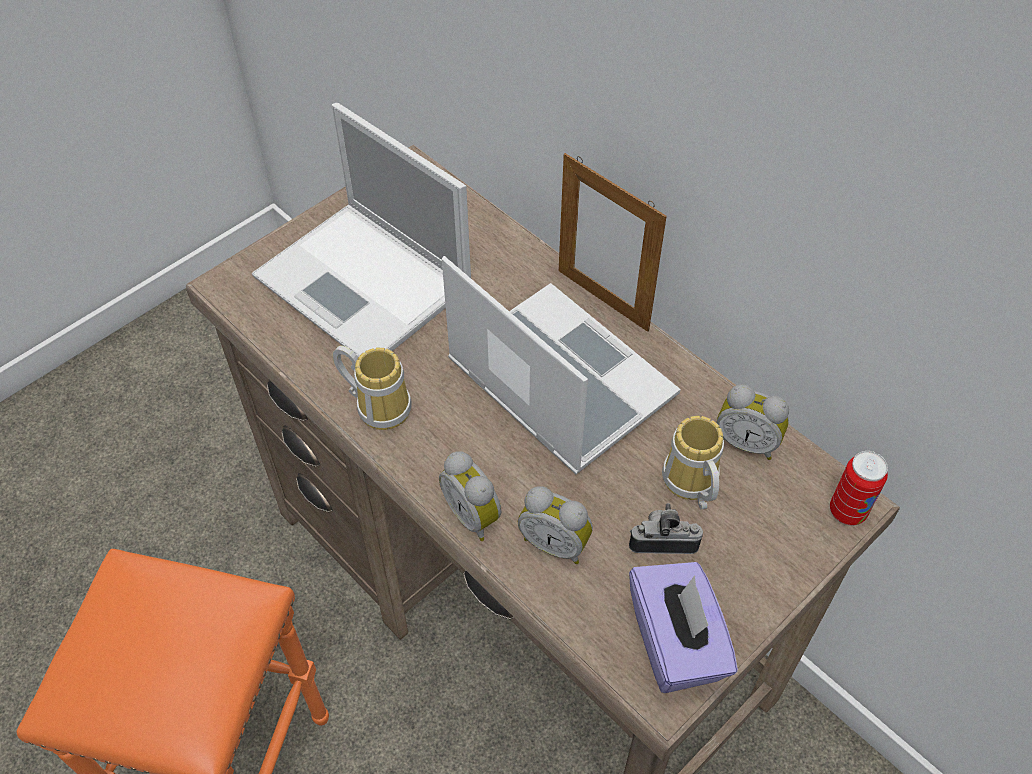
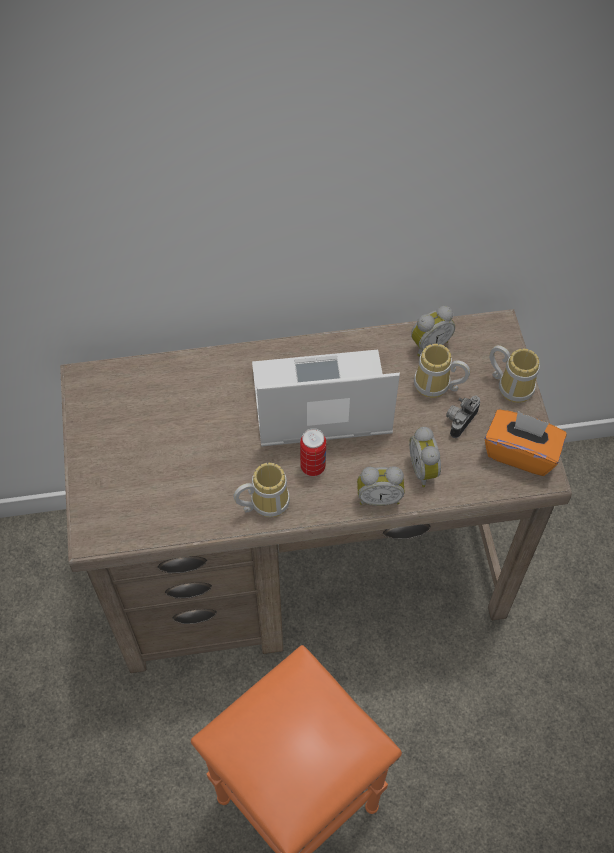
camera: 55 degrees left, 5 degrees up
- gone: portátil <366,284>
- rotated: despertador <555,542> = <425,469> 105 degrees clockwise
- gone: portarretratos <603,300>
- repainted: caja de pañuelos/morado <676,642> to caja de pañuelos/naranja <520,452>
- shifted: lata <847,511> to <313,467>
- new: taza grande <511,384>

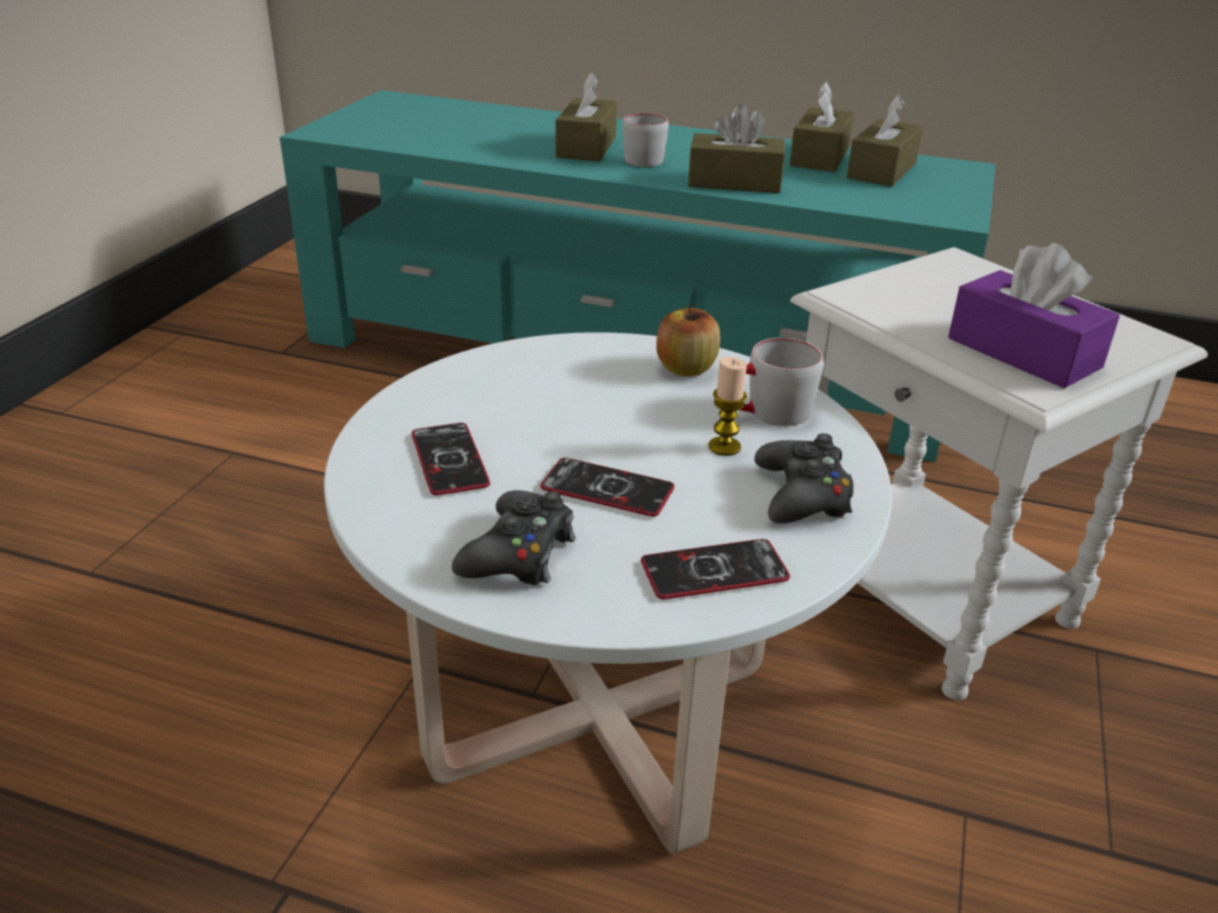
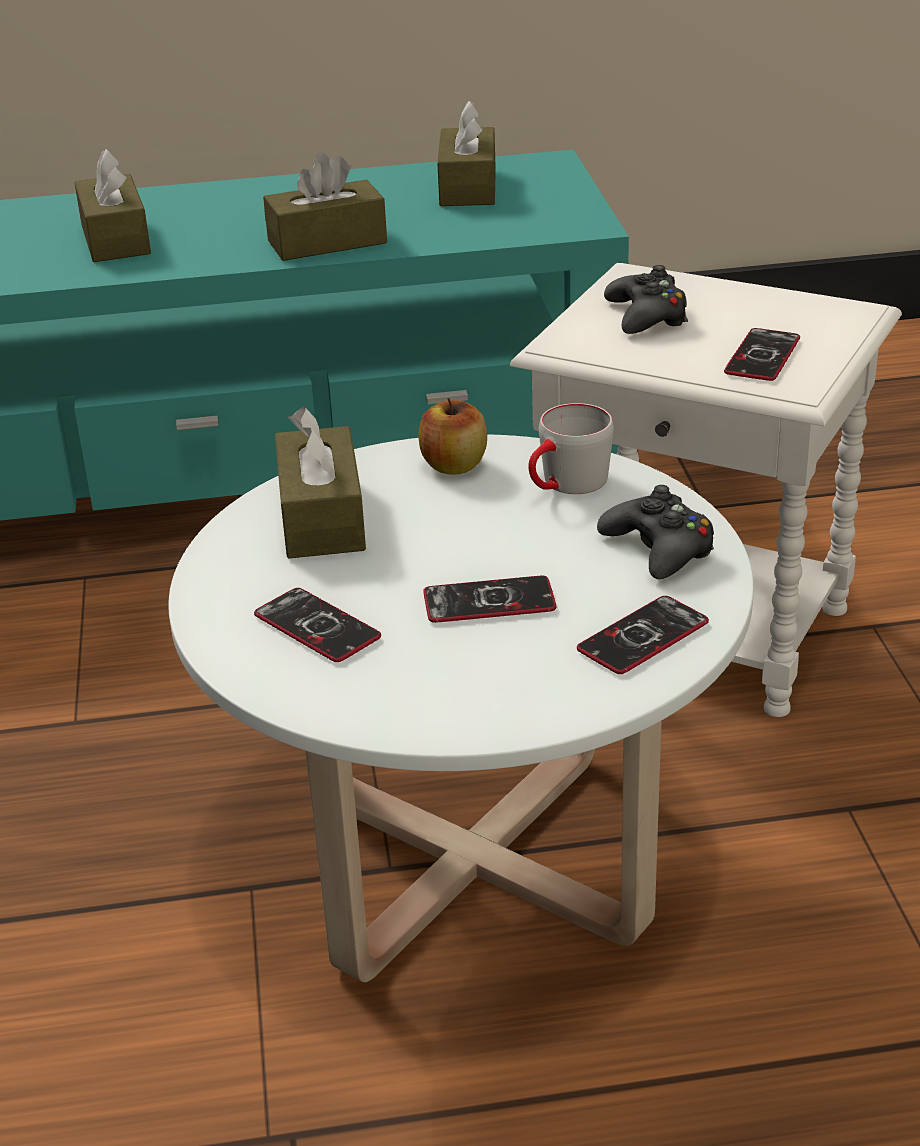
camera: 25 degrees left, 0 degrees up
- shifted: mando de consola/negro <519,553> to <646,316>
- gone: taza grande/gris <642,157>
- gone: vela <724,447>
- shifted: caja de pañuelos/marrón <819,157> to <322,517>
- swapped: caja de pañuelos/morado <1023,353> to móvil <762,356>

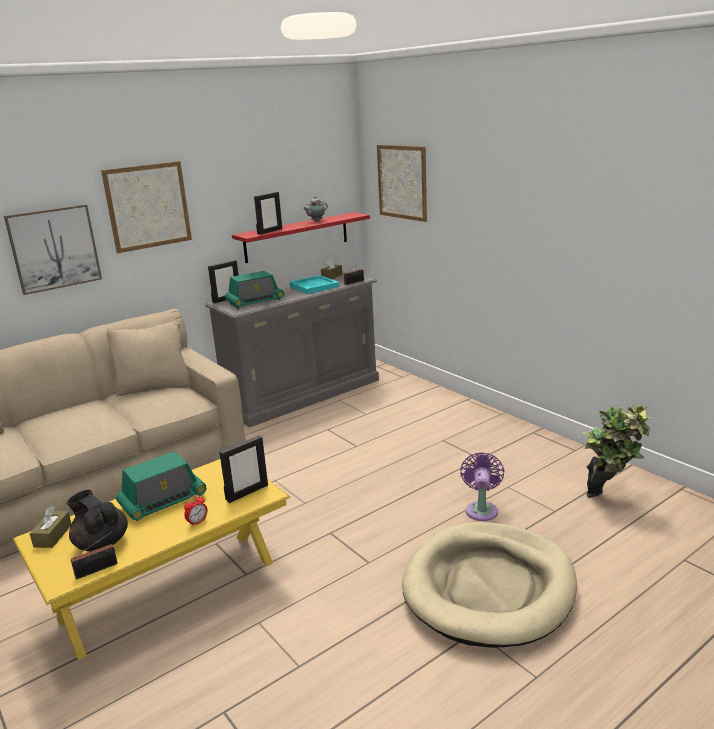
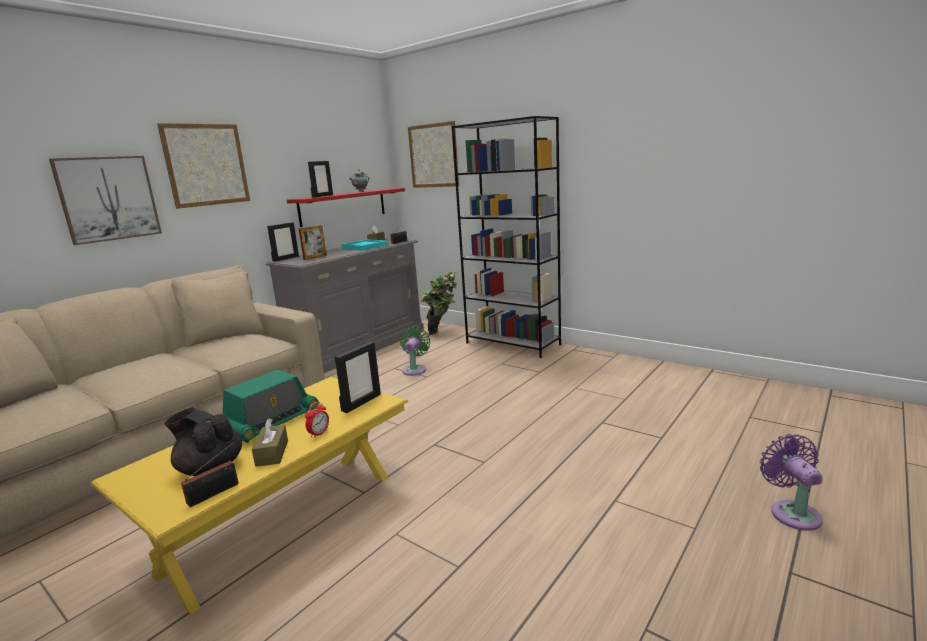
camera: 15 degrees left, 5 degrees down
- shifted: caja de pañuelos/marrón <53,536> to <272,453>
- swapped: radio <255,301> to portarretratos <315,257>
- gone: cama para perro/beis <489,587>
- shifted: ventilador/morado <481,509> to <792,512>
- shifted: planta en maceta <610,496> to <443,333>
- new: ventilador/verde <415,369>
- new: estantería/gris <513,344>

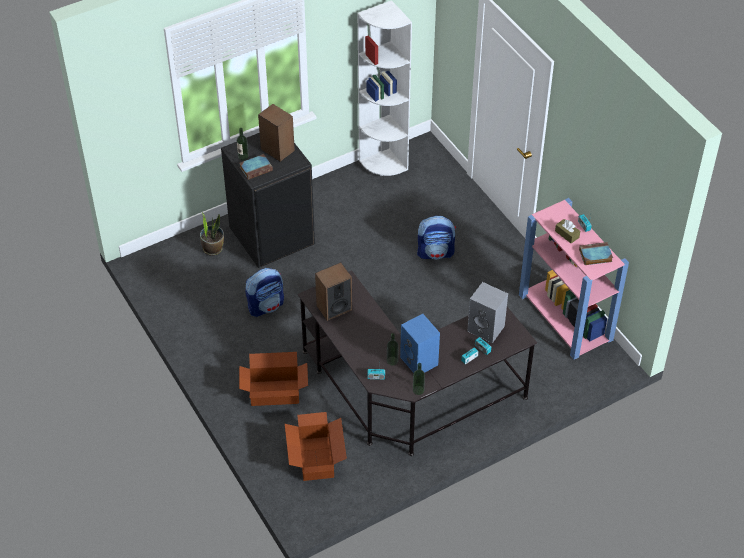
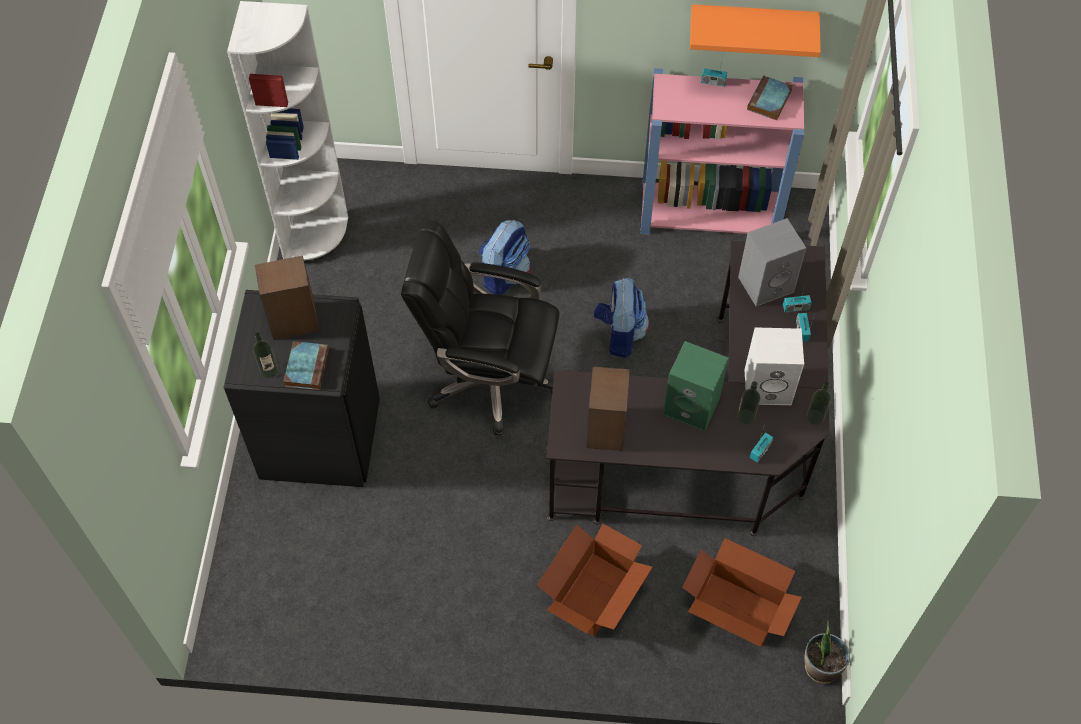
camera: 55 degrees left, 10 degrees up
- shifted: planta en maceta <213,248> to <821,666>
- shifted: mochila <266,305> to <619,334>
- repainted: altavoz/azul <420,361> to altavoz/blanco <769,386>
- gone: caja de pañuelos/marrón <567,234>
- new: silla de oficina/negro <490,380>
- new: altavoz/verde <693,406>
- new: estante/naranja <752,24>

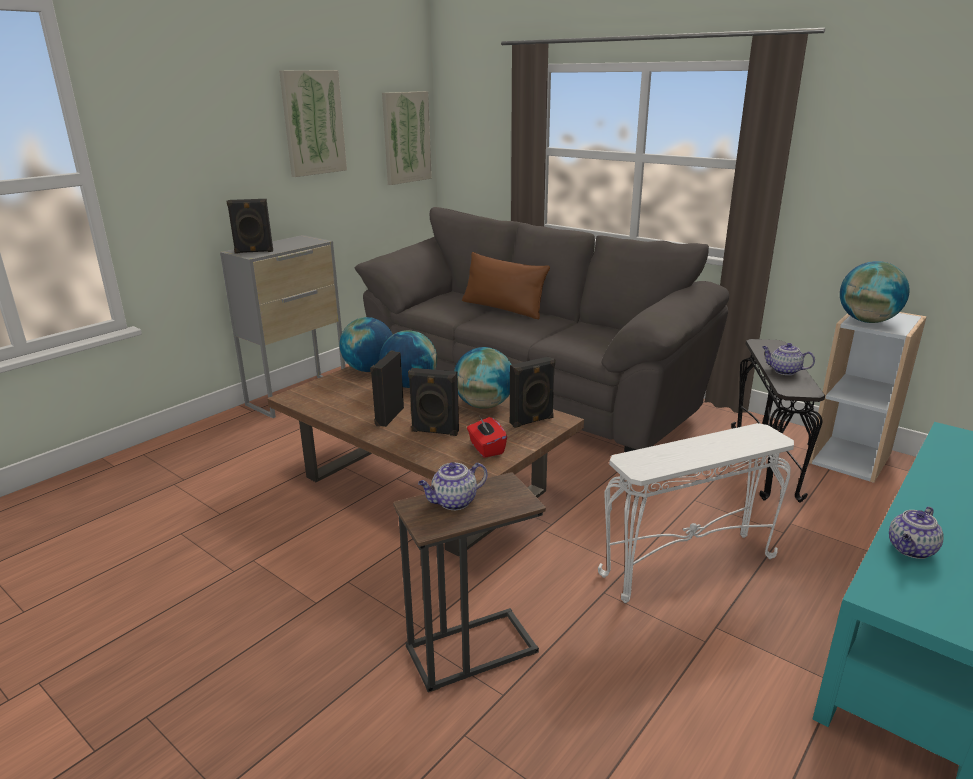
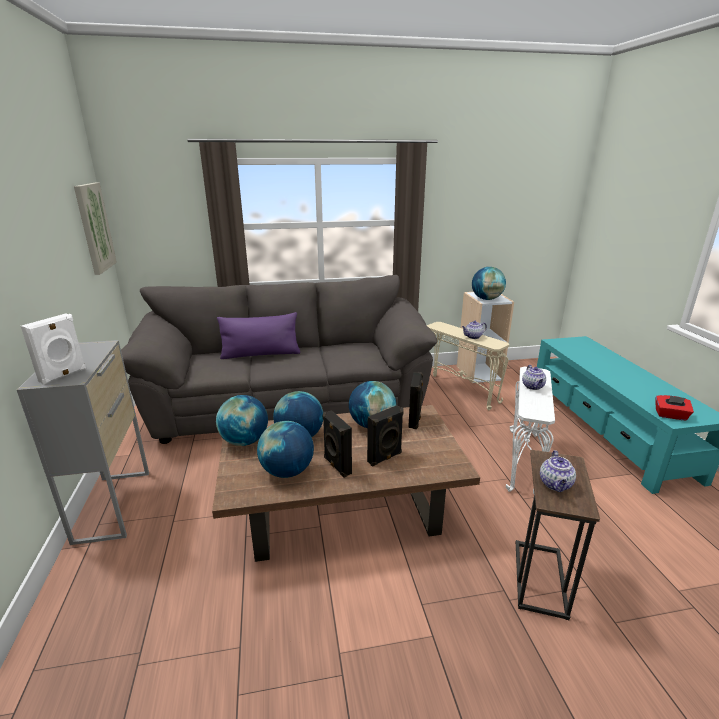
camera: 50 degrees left, 0 degrees up
- repainted: altavoz/negro <254,252> to altavoz/blanco <63,375>
- gone: cuadro <313,123>
- repainted: cojín/marrón <503,308> to cojín/morado <261,354>
- shifted: caja de pañuelos/rojo <486,448> to <670,415>
- repainted: mesa auxiliar/negro <764,463> to mesa auxiliar/beis <459,392>
- shifted: tetera <911,550> to <533,387>
- new: globo terráqueo <287,471>

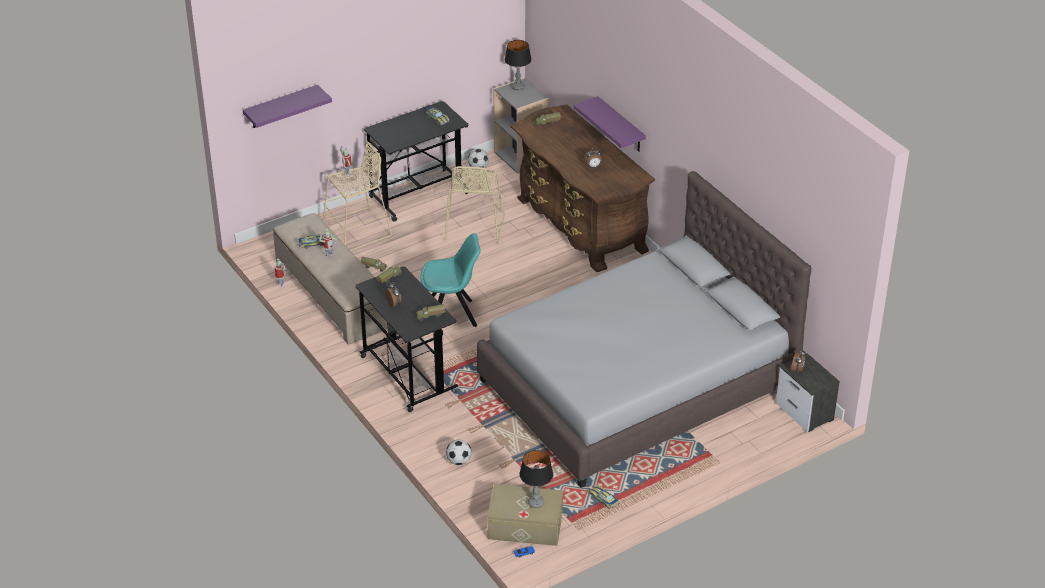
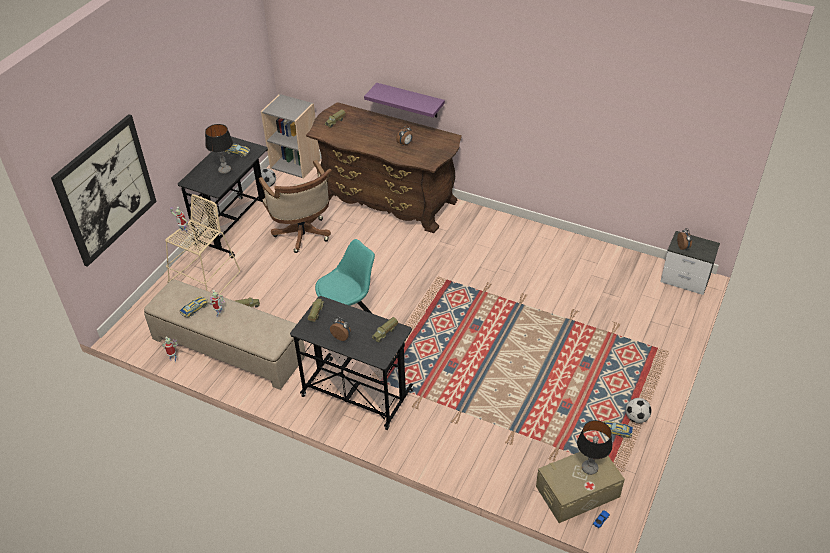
camera: 30 degrees left, 5 degrees up
- swapped: estante/morado <281,107> to cuadro <106,190>
- swapped: taburete/beis <473,226> to silla de oficina <303,235>
- shifted: balón de fútbol <459,461> to <636,418>
- gone: cama/gris <638,384>
- shifted: lámpara de mesa <518,87> to <224,170>

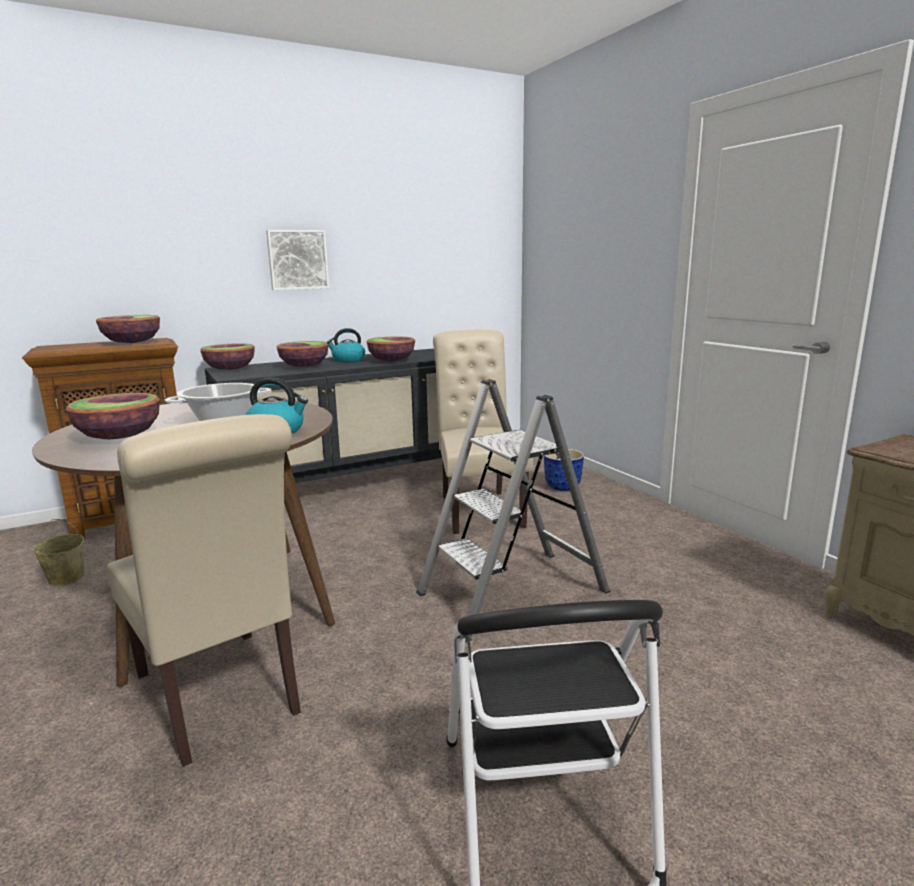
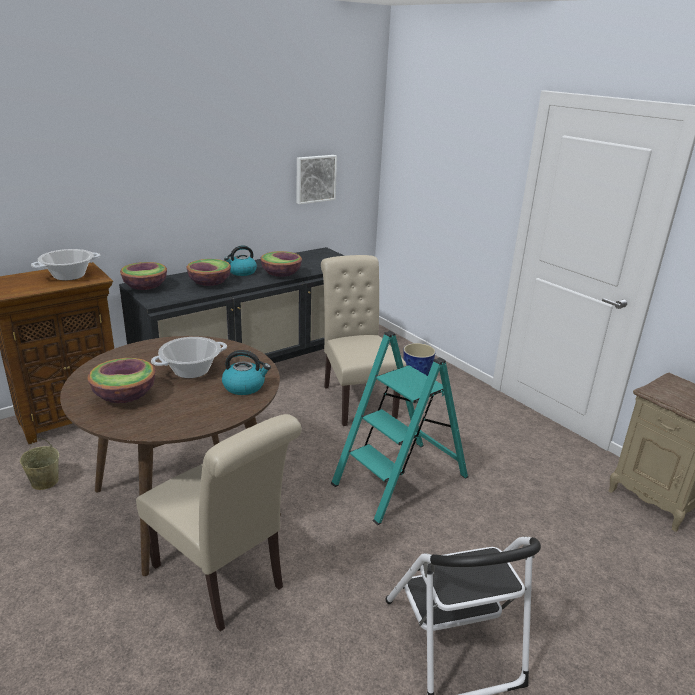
camera: 10 degrees left, 10 degrees up
- swapped: cuenco <132,343> to olla <69,276>
- shifted: cuadro <297,260> to <315,178>
- repainted: escalera de tijera/gris <515,591> to escalera de tijera/turquesa <402,479>

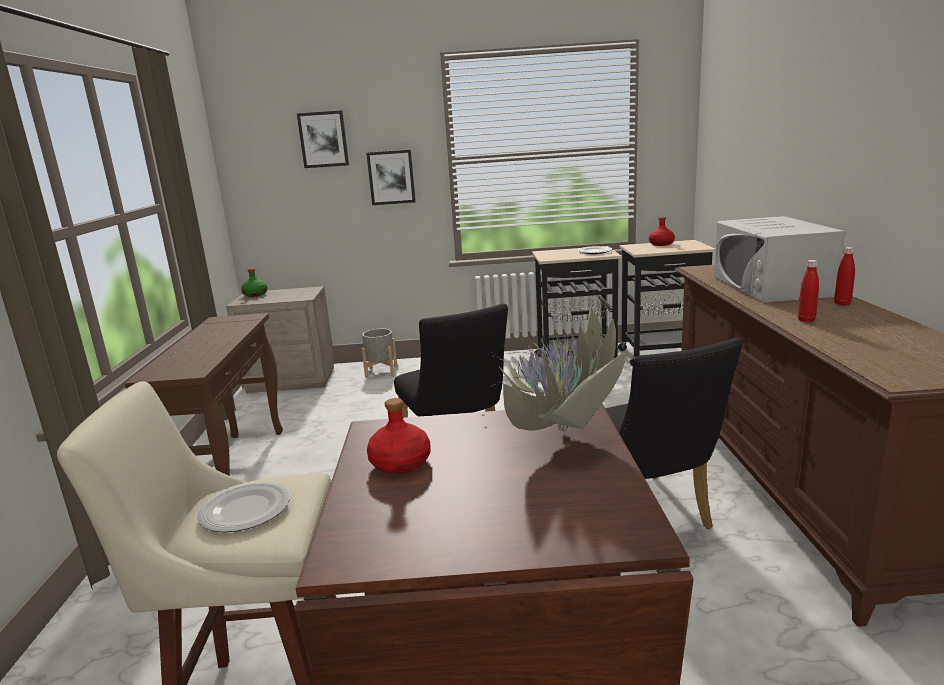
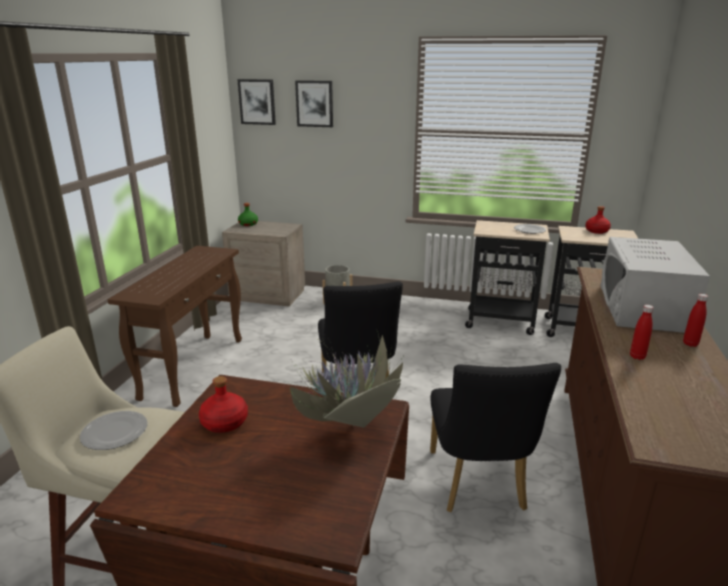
camera: 15 degrees right, 5 degrees up
- shifted: cuadro <391,177> to <257,102>

